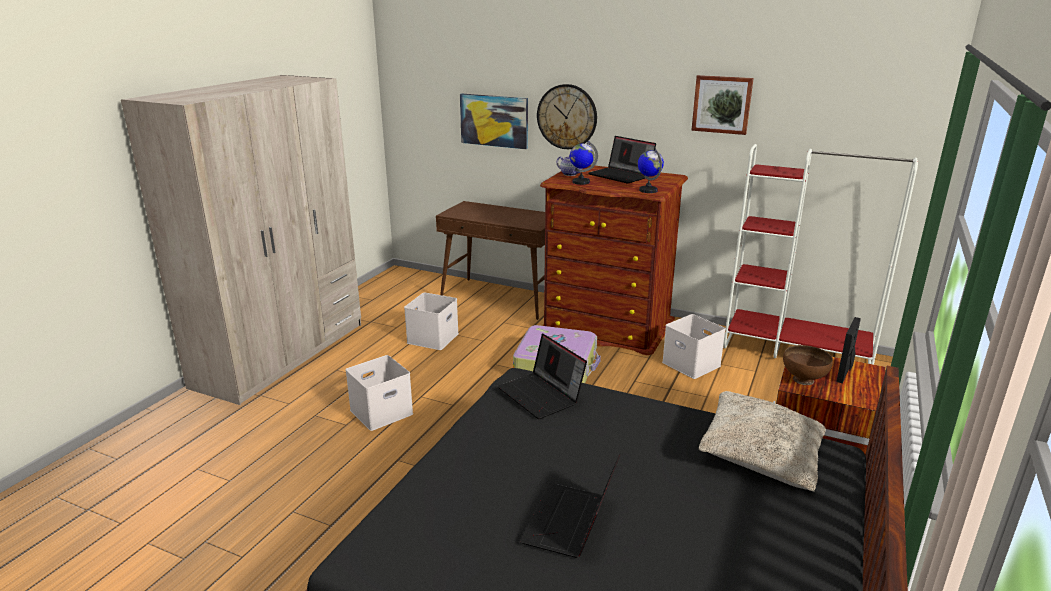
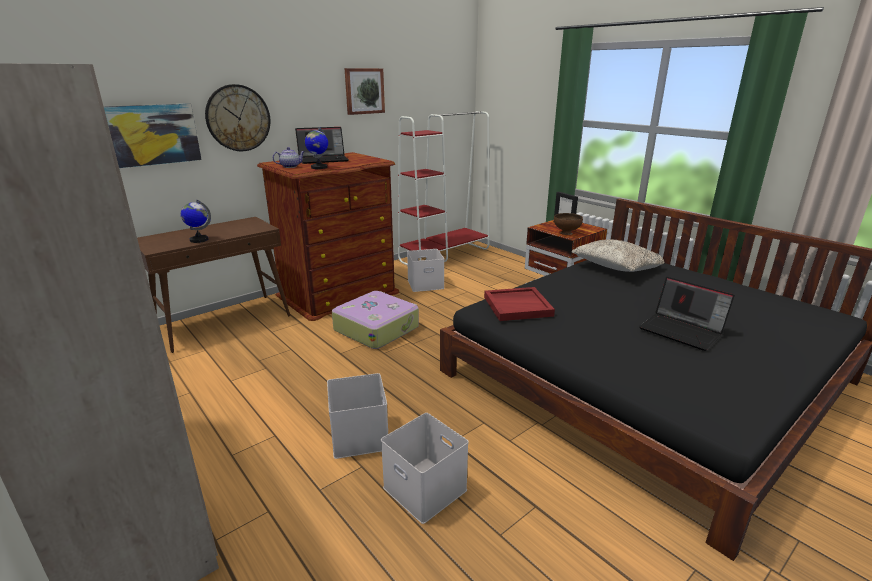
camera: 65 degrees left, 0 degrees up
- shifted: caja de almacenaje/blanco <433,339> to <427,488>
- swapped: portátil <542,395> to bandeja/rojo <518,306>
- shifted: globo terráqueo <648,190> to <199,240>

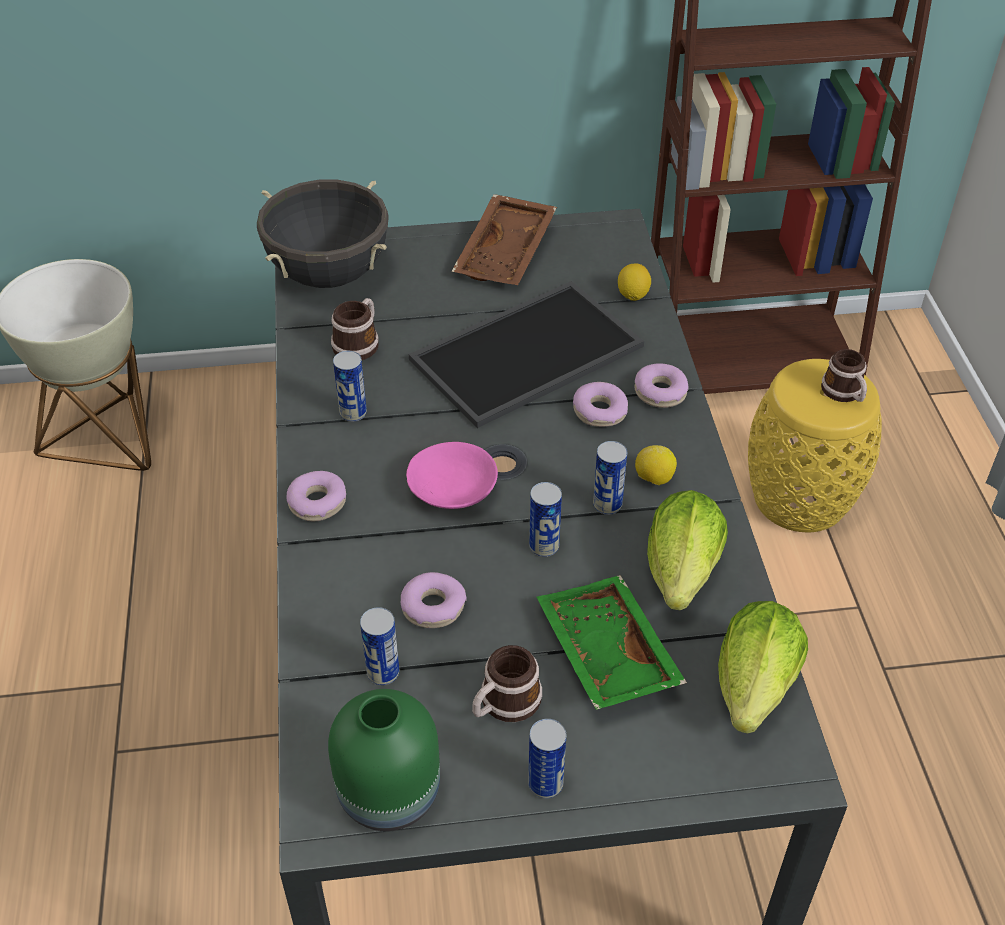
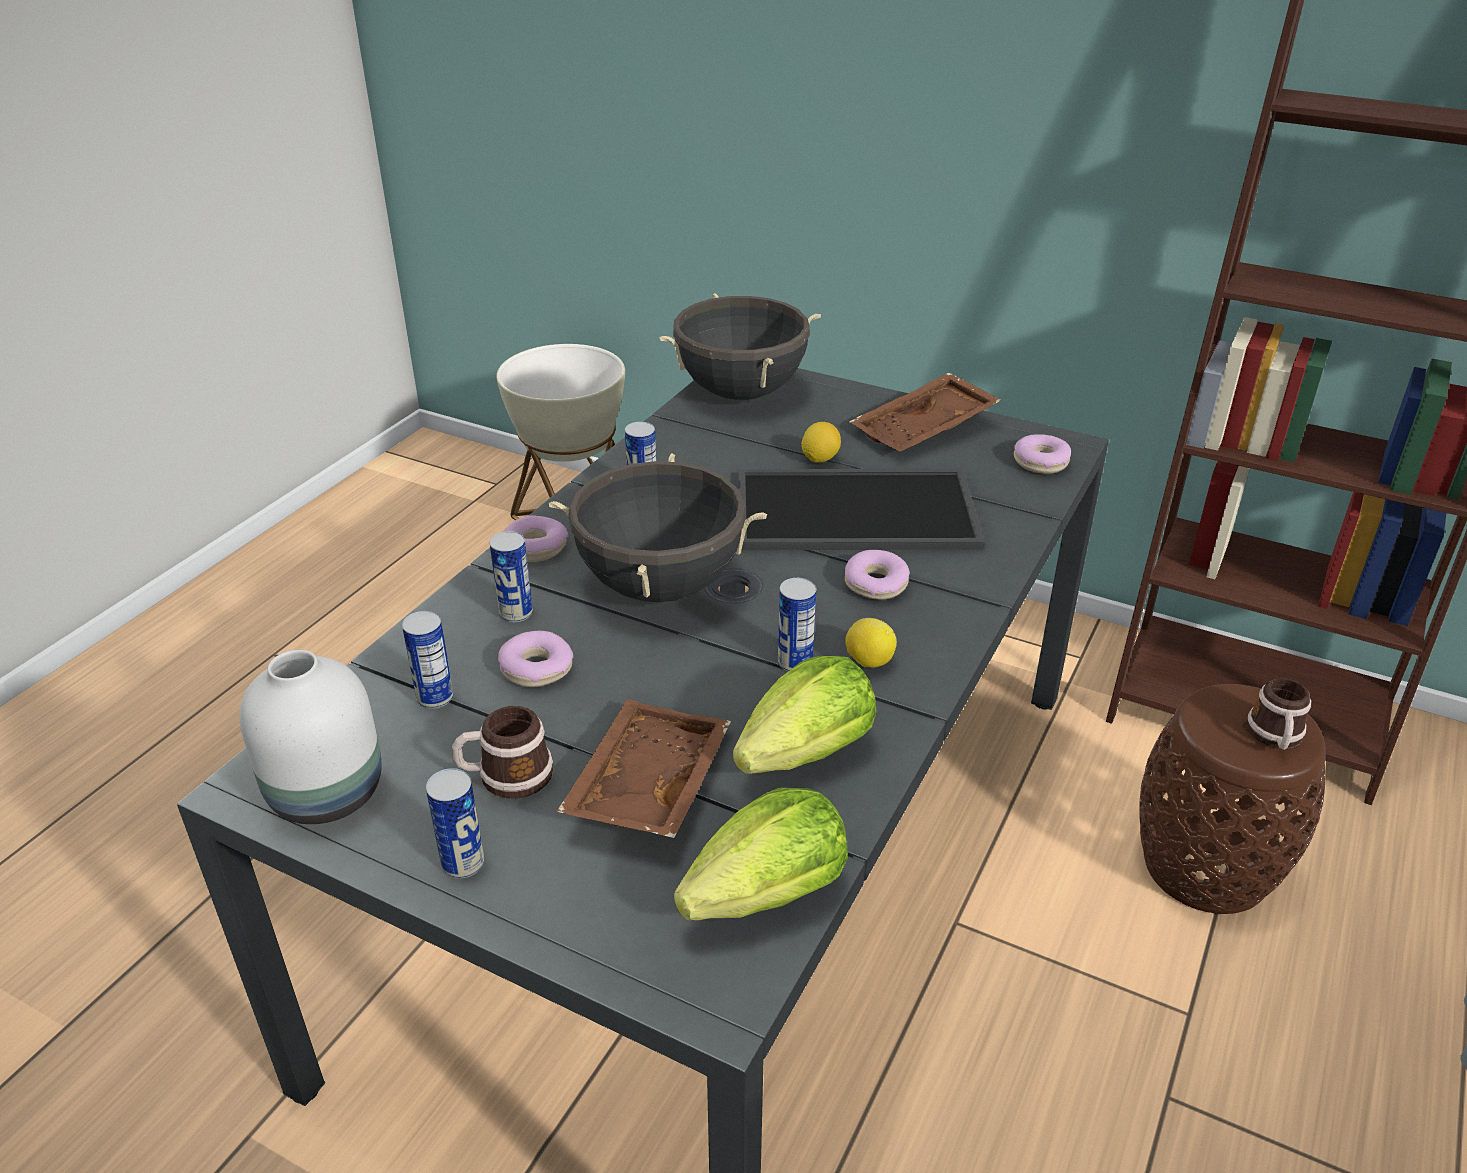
camera: 35 degrees right, 10 degrees down
- repainted: florero/verde <390,791> to florero/blanco <330,791>
- gone: taza grande <359,343>
- swapped: cuenco/rosa <451,488> to olla/negro <660,585>
- shifted: lata <544,546> to <516,613>
- repainted: bandeja/verde <604,654> to bandeja/marrón <645,784>
- shifted: limón <633,295> to <820,459>
- shifted: rosquilla <660,392> to <1041,462>
- repainted: taburete/amarillo <800,499> to taburete/marrón <1205,868>

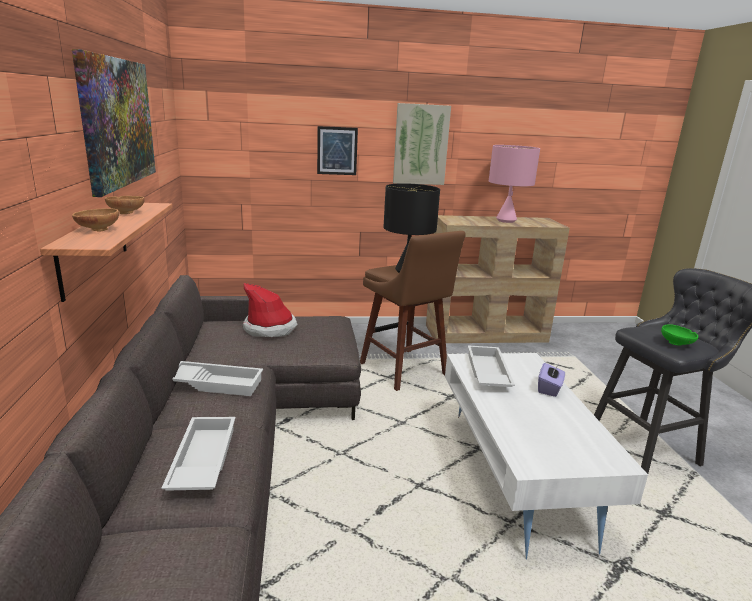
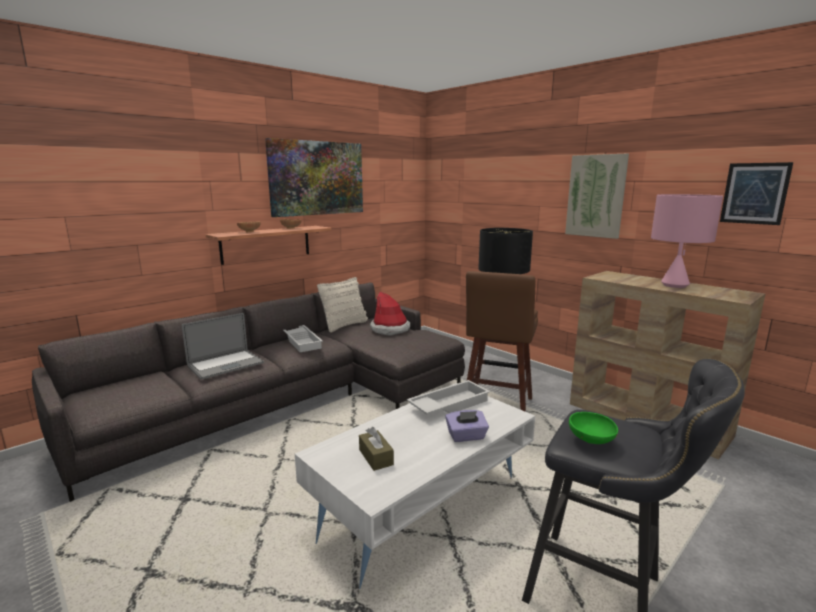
camera: 55 degrees right, 5 degrees down
- swapped: bandeja/blanco <201,460> to portátil <225,364>
- shifted: cuadro <337,151> to <754,193>
- new: cojín/beis <344,325>
- new: caja de pañuelos/marrón <376,457>

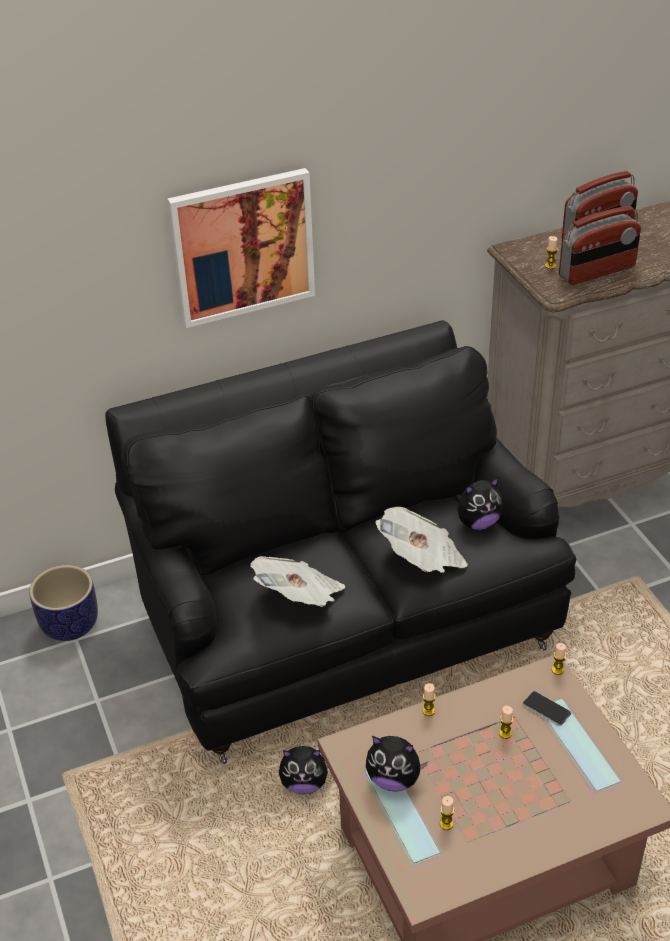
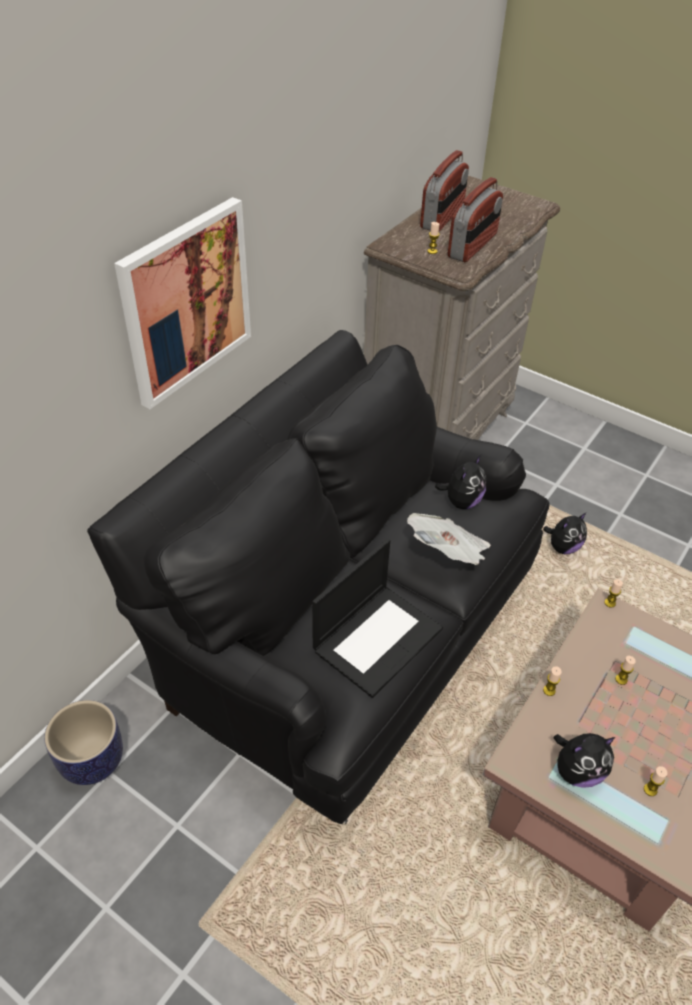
camera: 35 degrees left, 5 degrees up
- swapped: periódico <300,597> to portátil <377,638>
- shifted: peluche <304,783> to <563,547>
- gone: móvil <546,709>

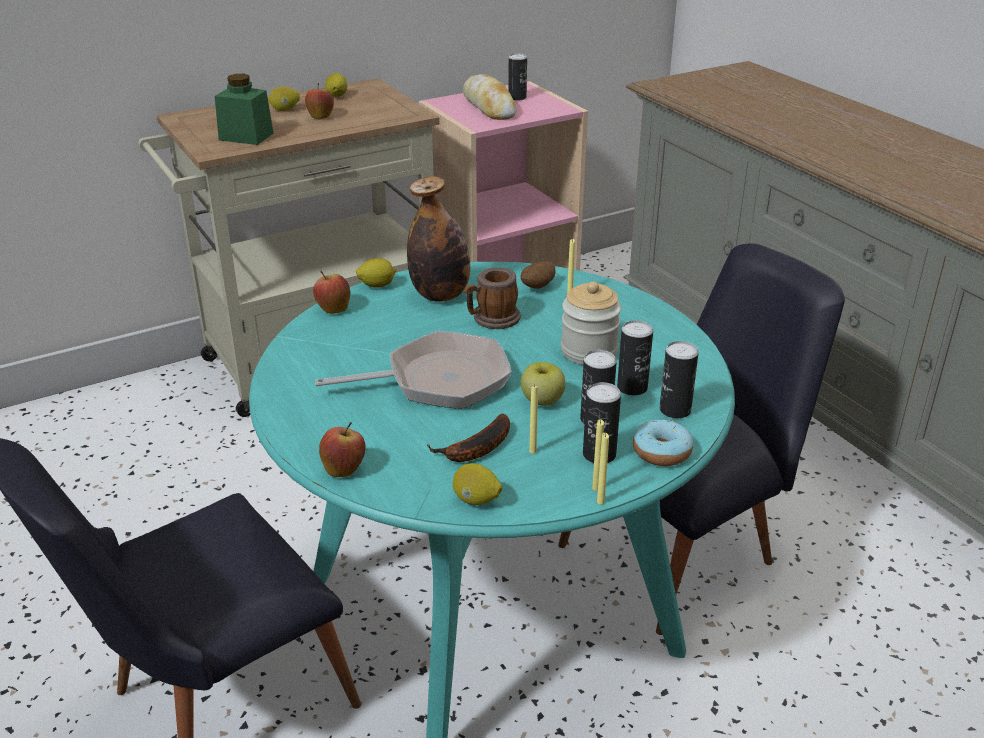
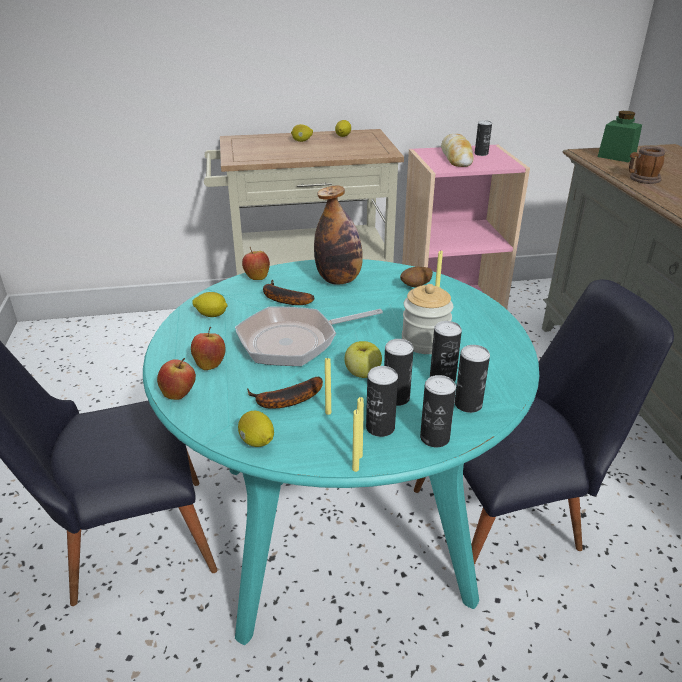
camera: 20 degrees right, 0 degrees up
- shifted: tarro/verde <246,136> to <616,156>
- shifted: manzana <320,117> to <210,364>
- rotated: sartén <438,380> = <294,341> 150 degrees clockwise
- shifted: limón <377,286> to <212,315>
- shifted: taza grande <492,319> to <641,179>
- swapped: rosquilla <661,452> to lata <434,438>
- new: plátano <282,299>

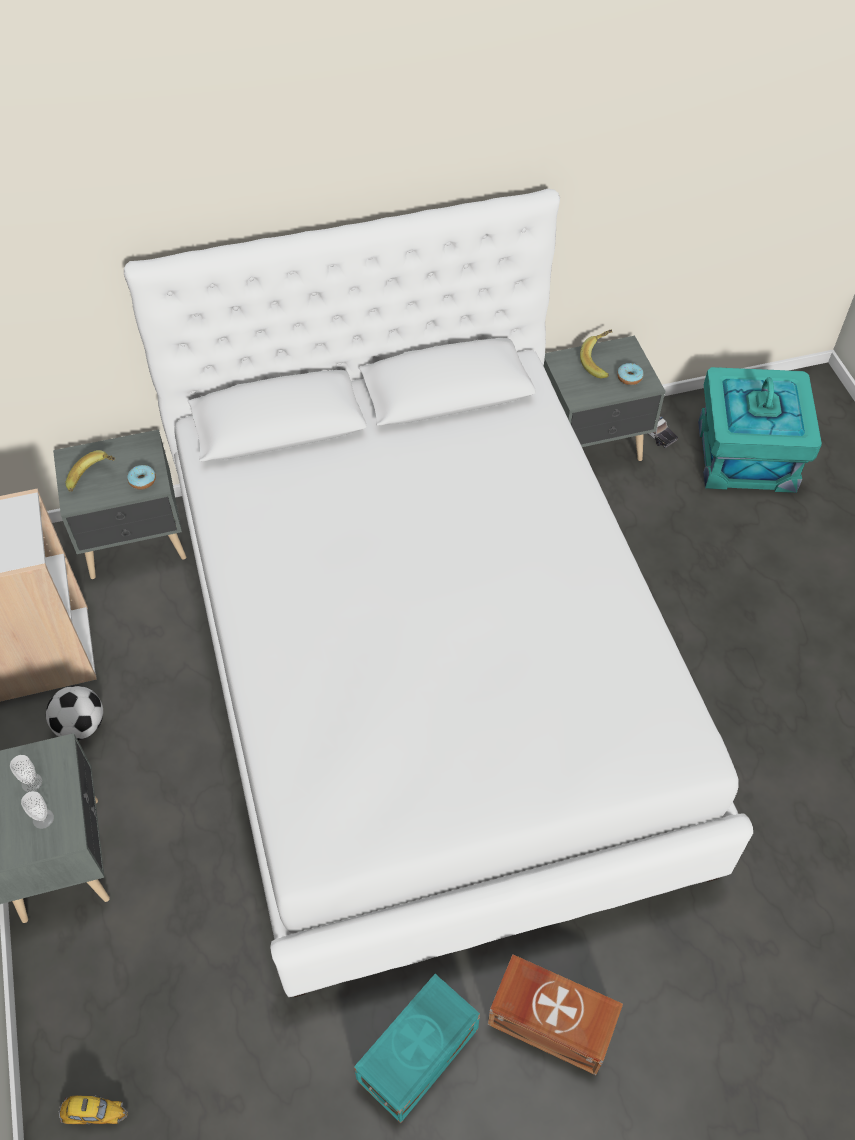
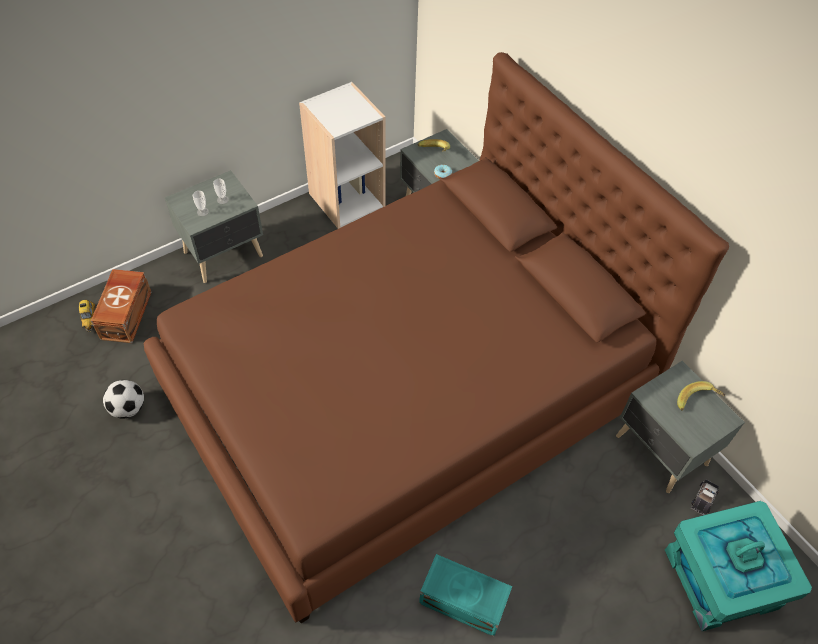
camera: 70 degrees right, 0 degrees up
- shifted: balón de fútbol <81,726> to <128,408>
- repainted: cama/blanco <427,669> to cama/marrón <407,394>
- shifted: caja de almacenaje/turquesa <420,1054> to <464,603>
- shifted: caja de almacenaje/marrón <550,1019> to <127,314>
- gone: rosquilla <629,377>

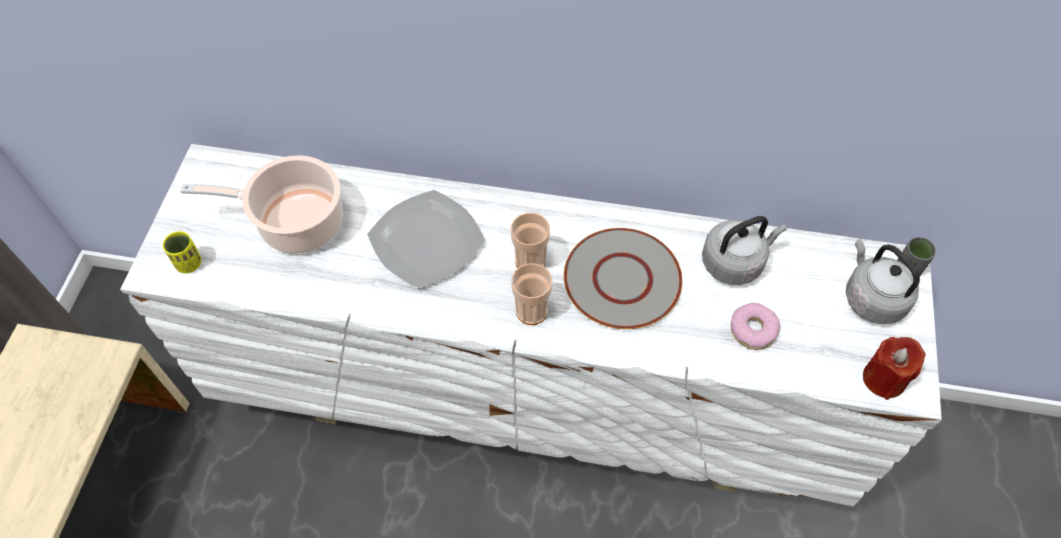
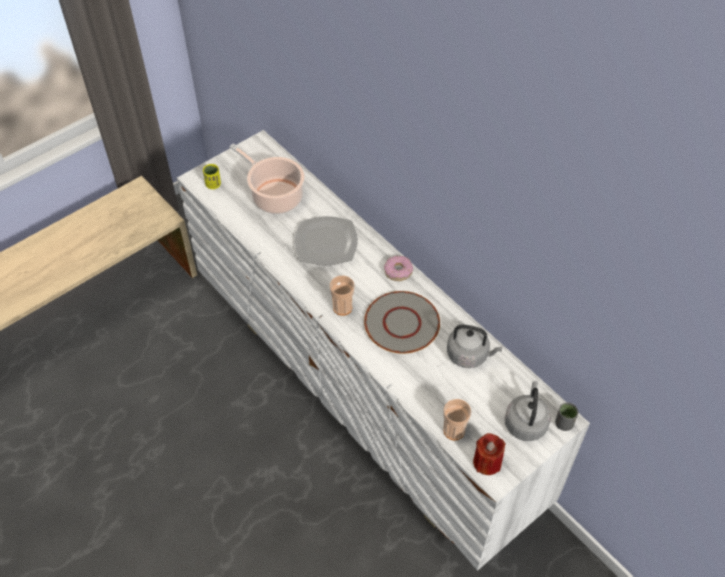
camera: 40 degrees right, 5 degrees down
- shifted: taza <530,261> to <454,430>
- shifted: rosquilla <753,330> to <398,271>

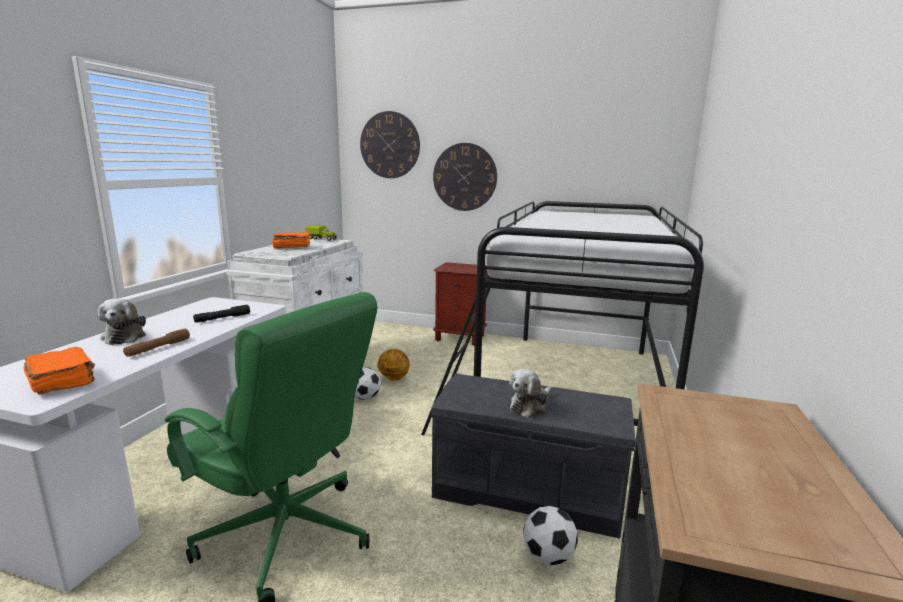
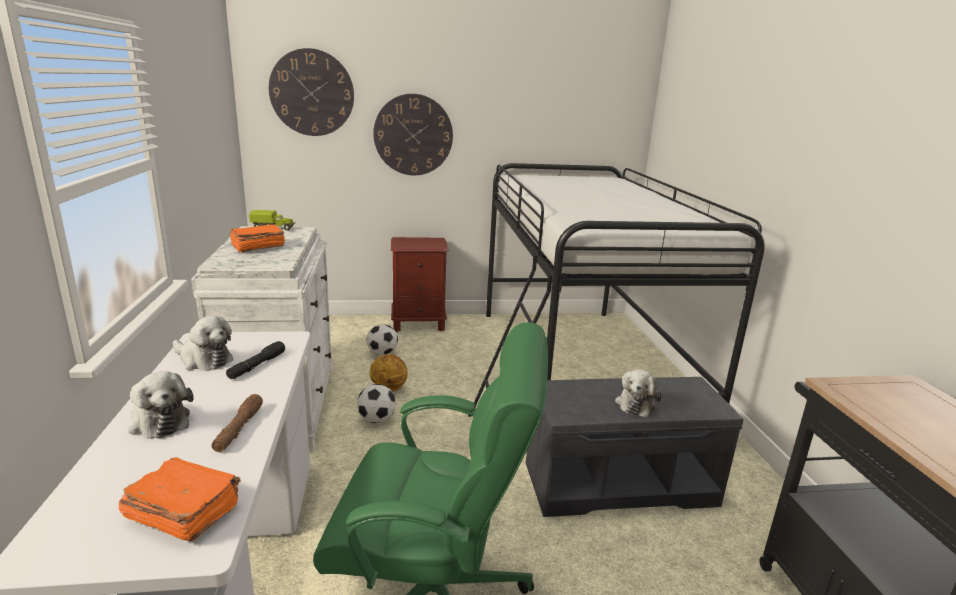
camera: 25 degrees left, 5 degrees up
- shifted: balón de fútbol <548,556> to <382,353>
- new: peluche <204,360>

